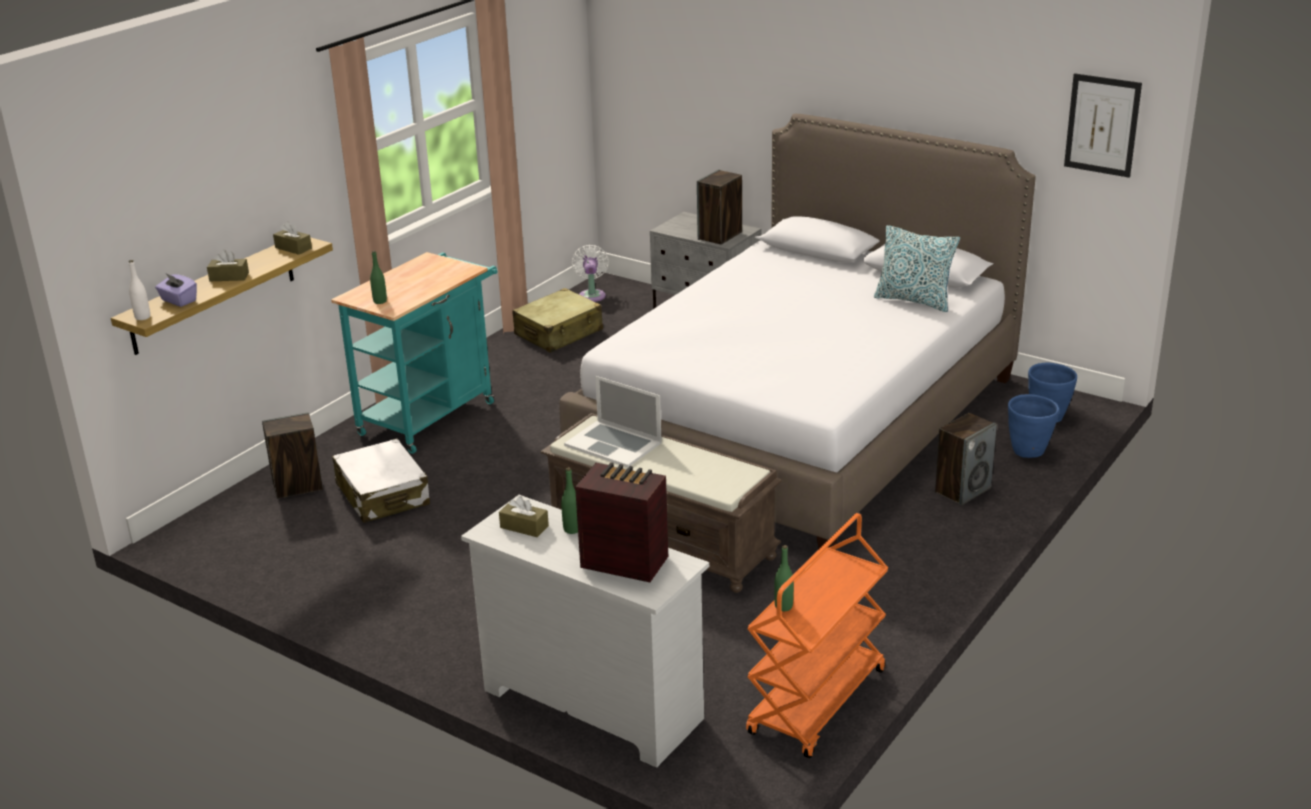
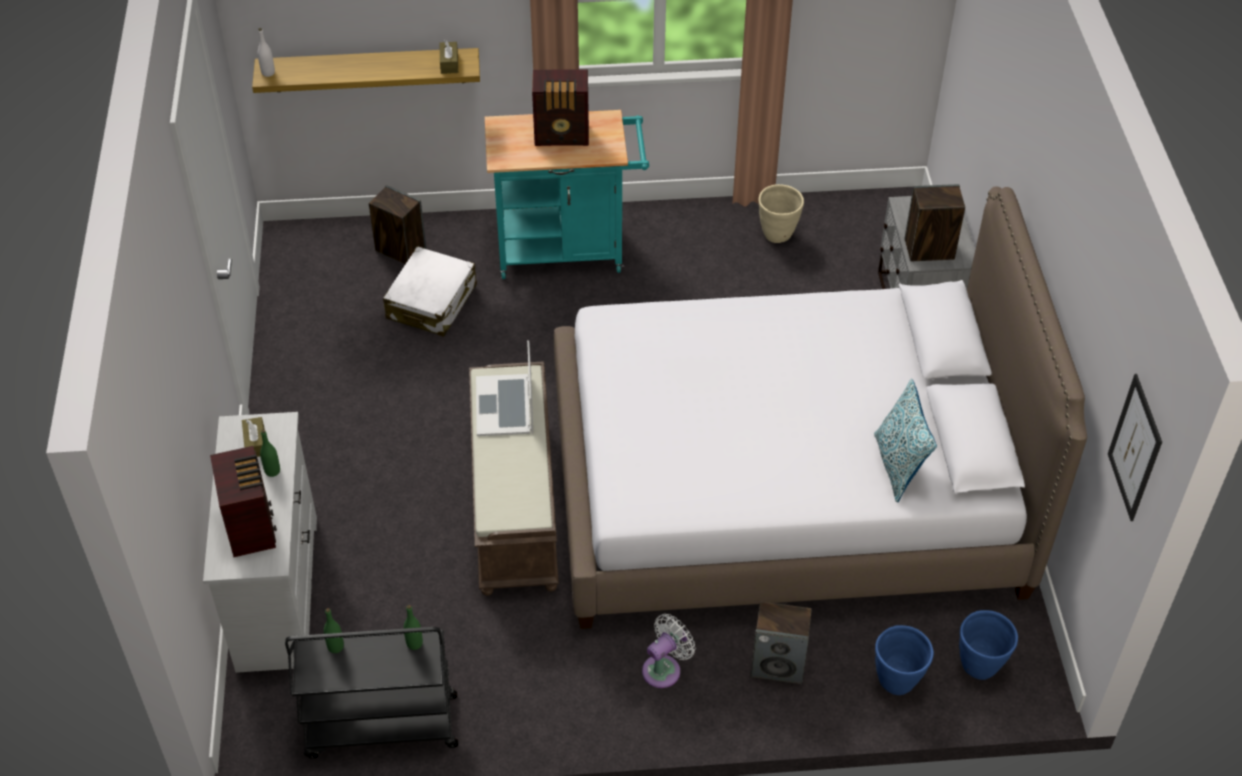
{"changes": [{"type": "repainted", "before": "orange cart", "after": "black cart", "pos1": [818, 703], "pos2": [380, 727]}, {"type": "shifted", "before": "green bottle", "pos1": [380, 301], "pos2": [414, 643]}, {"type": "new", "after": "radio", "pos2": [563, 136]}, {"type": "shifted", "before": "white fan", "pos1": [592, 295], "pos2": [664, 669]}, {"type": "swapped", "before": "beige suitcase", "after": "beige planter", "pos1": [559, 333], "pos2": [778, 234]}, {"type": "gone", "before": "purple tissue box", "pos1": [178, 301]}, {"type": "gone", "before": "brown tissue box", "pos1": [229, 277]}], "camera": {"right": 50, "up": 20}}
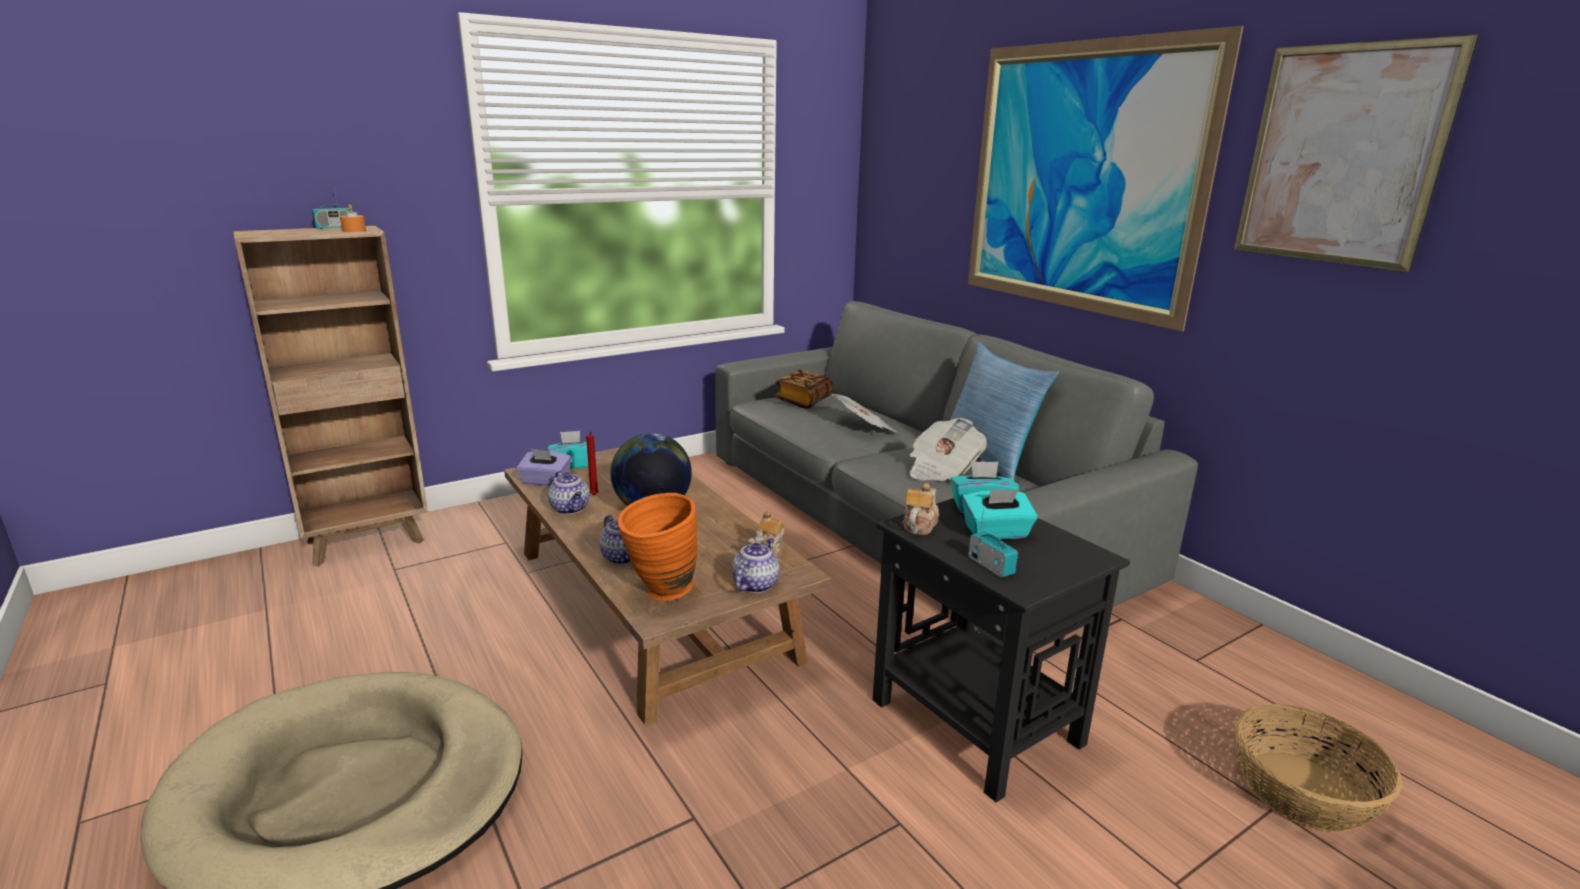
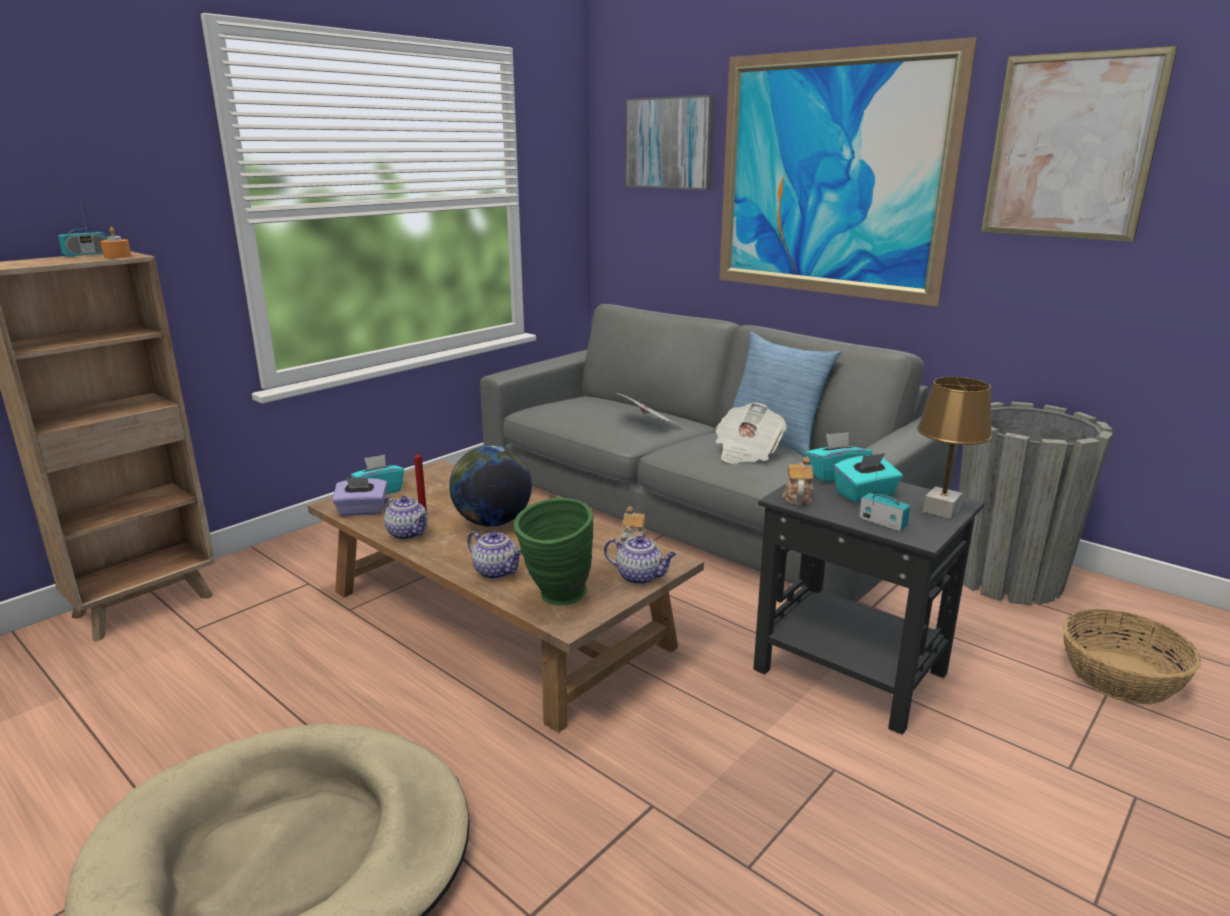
{"changes": [{"type": "repainted", "before": "orange vase", "after": "green vase", "pos1": [660, 593], "pos2": [556, 599]}, {"type": "rotated", "before": "teapot", "pos1": [755, 584], "pos2": [640, 577], "turn": 105}, {"type": "new", "after": "picture", "pos2": [669, 143]}, {"type": "new", "after": "brown table lamp", "pos2": [941, 510]}, {"type": "new", "after": "grey planter", "pos2": [1006, 578]}, {"type": "gone", "before": "book", "pos1": [803, 400]}], "camera": {"right": -15, "up": 0}}
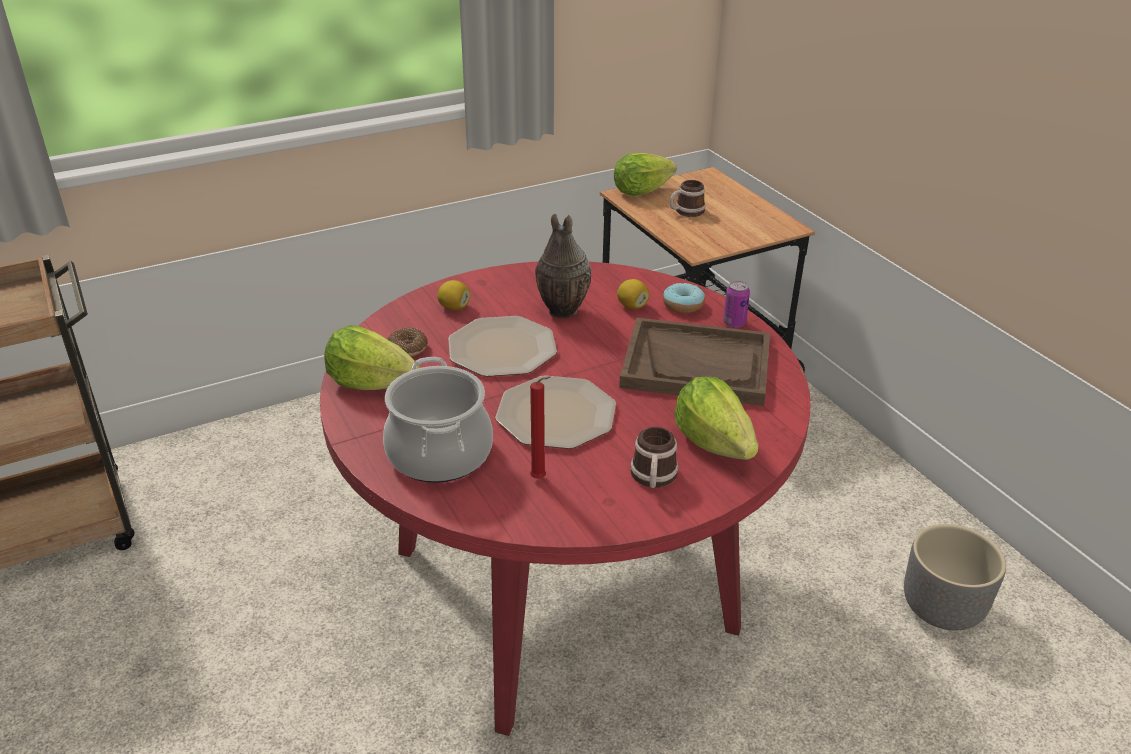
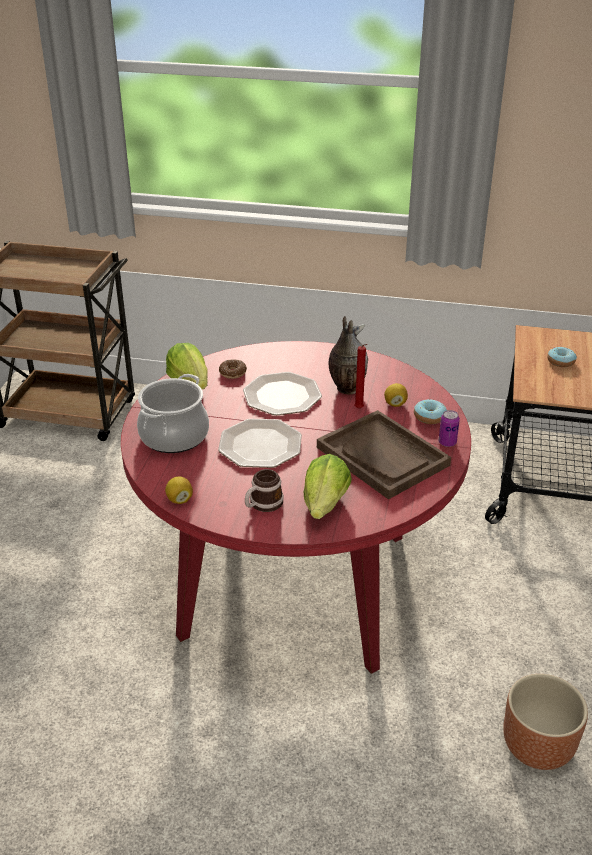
{"changes": [{"type": "shifted", "before": "lemon", "pos1": [454, 307], "pos2": [179, 499]}, {"type": "shifted", "before": "red candle", "pos1": [540, 479], "pos2": [359, 409]}, {"type": "repainted", "before": "grey planter", "after": "brown planter", "pos1": [943, 609], "pos2": [538, 747]}, {"type": "swapped", "before": "mug", "after": "donut", "pos1": [686, 212], "pos2": [561, 362]}, {"type": "gone", "before": "lettuce", "pos1": [640, 191]}], "camera": {"right": 40, "up": 0}}
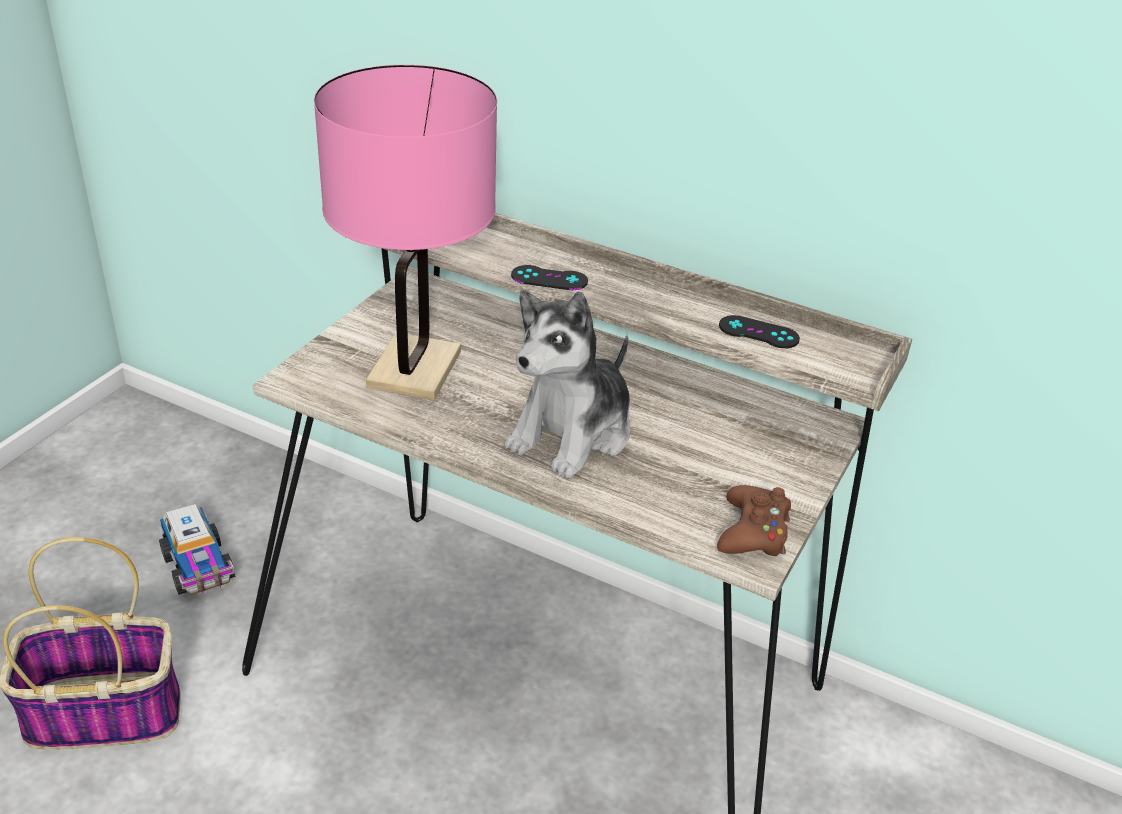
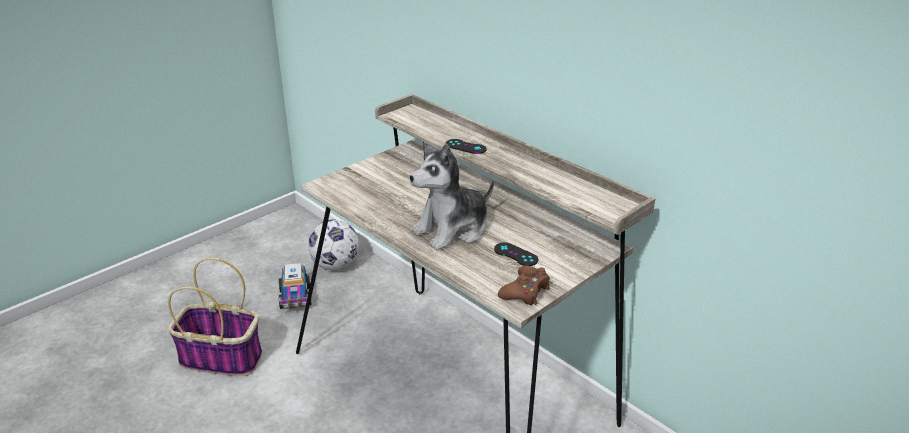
{"changes": [{"type": "new", "after": "football", "pos2": [335, 265]}, {"type": "shifted", "before": "black game controller", "pos1": [758, 332], "pos2": [516, 254]}, {"type": "gone", "before": "pink table lamp", "pos1": [414, 369]}], "camera": {"right": 20, "up": -5}}
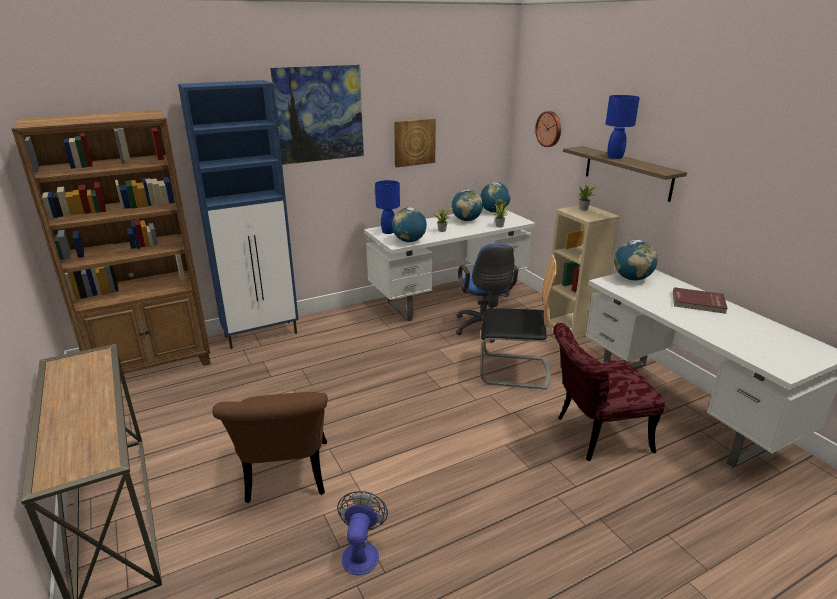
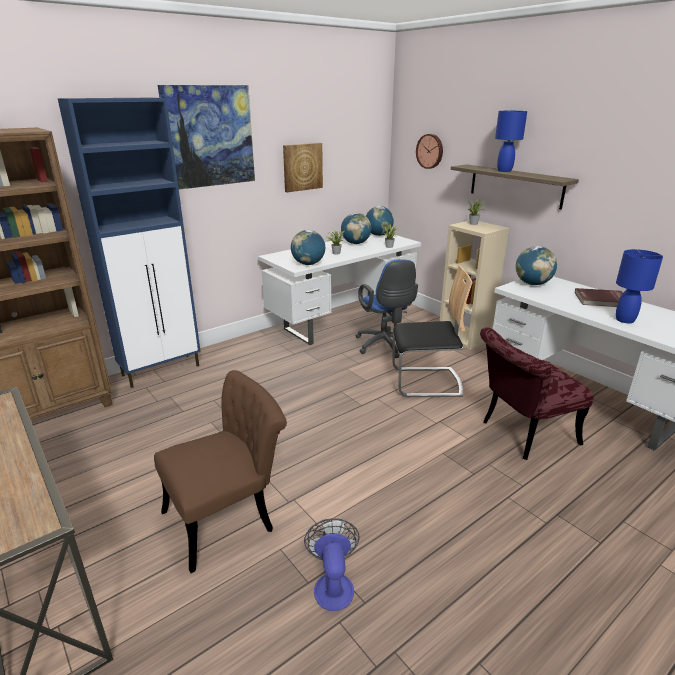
{"changes": [{"type": "rotated", "before": "brown chair", "pos1": [286, 479], "pos2": [229, 516], "turn": -105}, {"type": "shifted", "before": "blue table lamp", "pos1": [388, 232], "pos2": [624, 320]}], "camera": {"right": -10, "up": 0}}
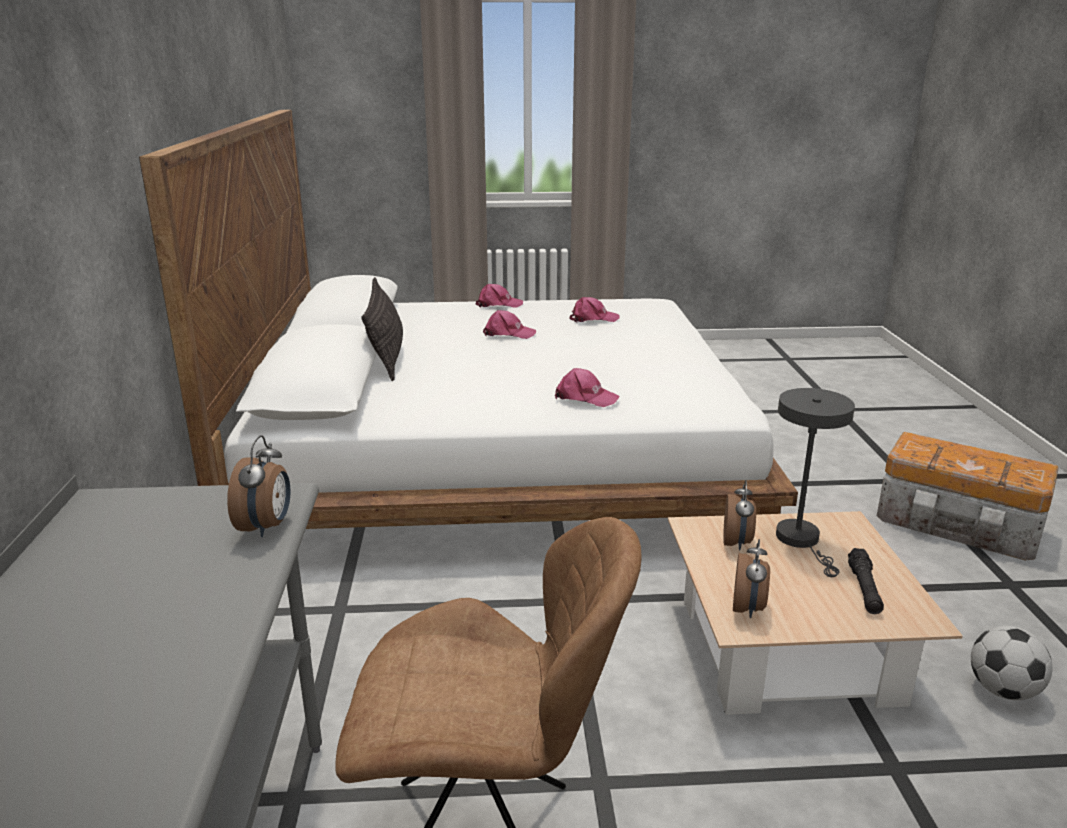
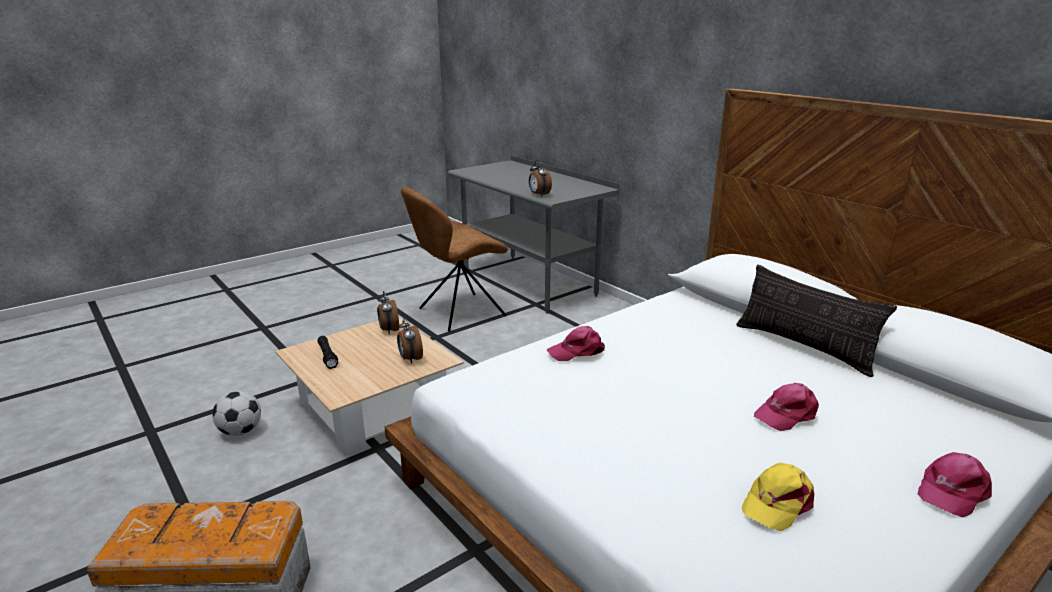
{"changes": [{"type": "repainted", "before": "pink cap", "after": "yellow cap", "pos1": [593, 319], "pos2": [777, 503]}, {"type": "gone", "before": "grey table lamp", "pos1": [802, 540]}], "camera": {"right": 145, "up": 0}}
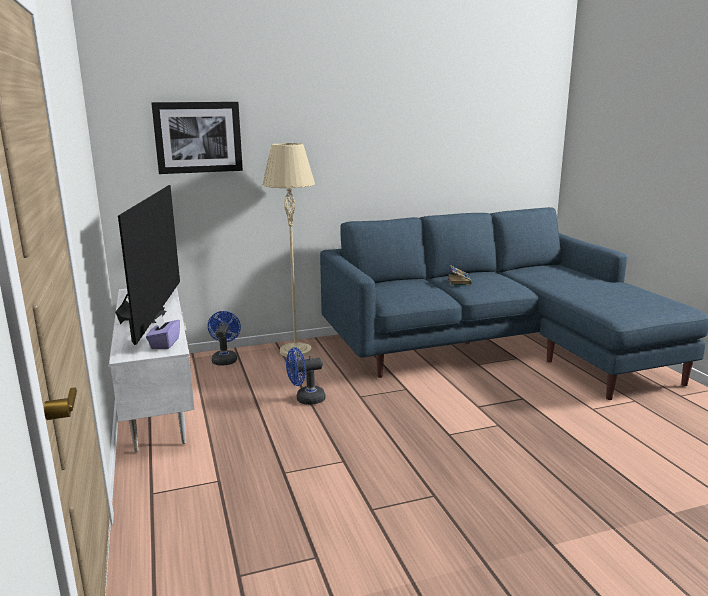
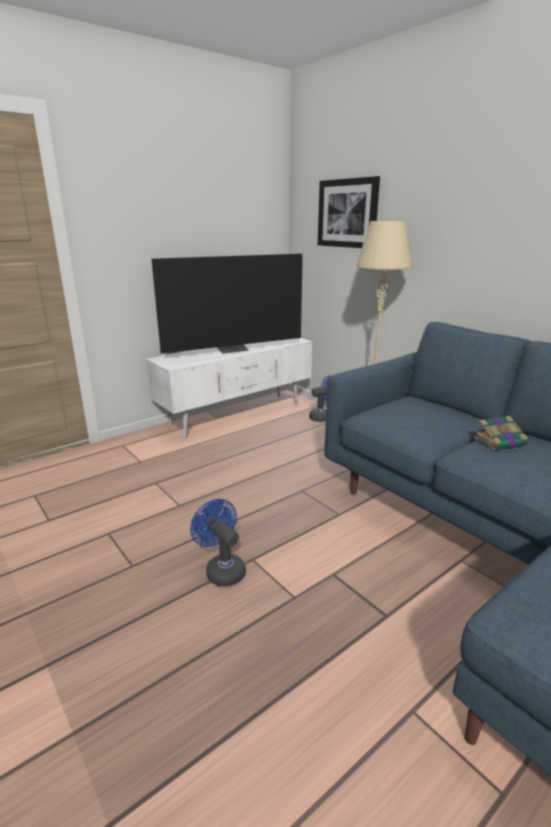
{"changes": [{"type": "shifted", "before": "blue fan", "pos1": [305, 399], "pos2": [222, 569]}, {"type": "gone", "before": "purple tissue box", "pos1": [164, 344]}], "camera": {"right": 70, "up": 5}}
